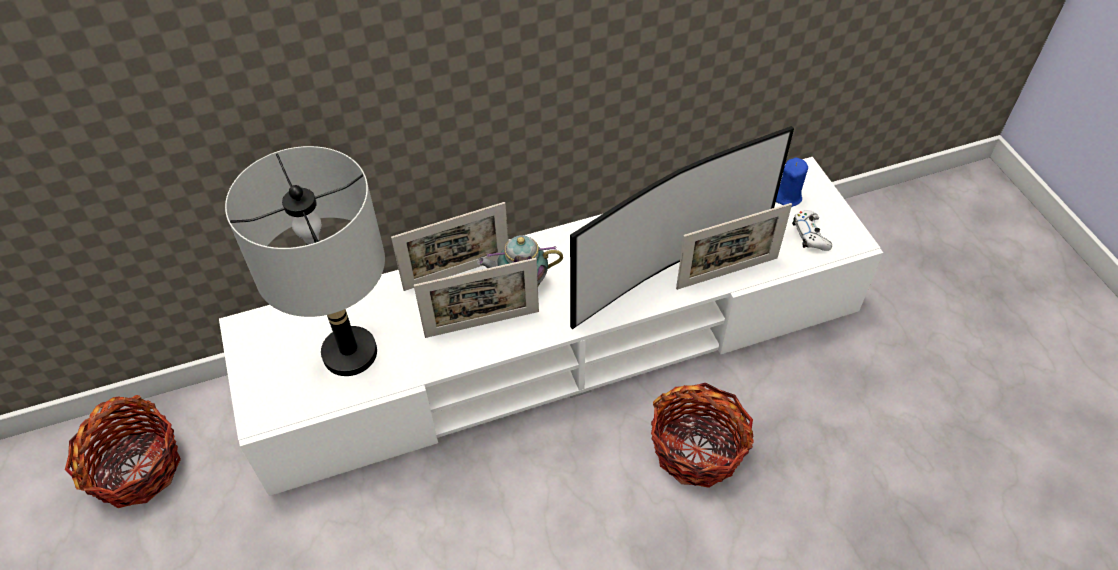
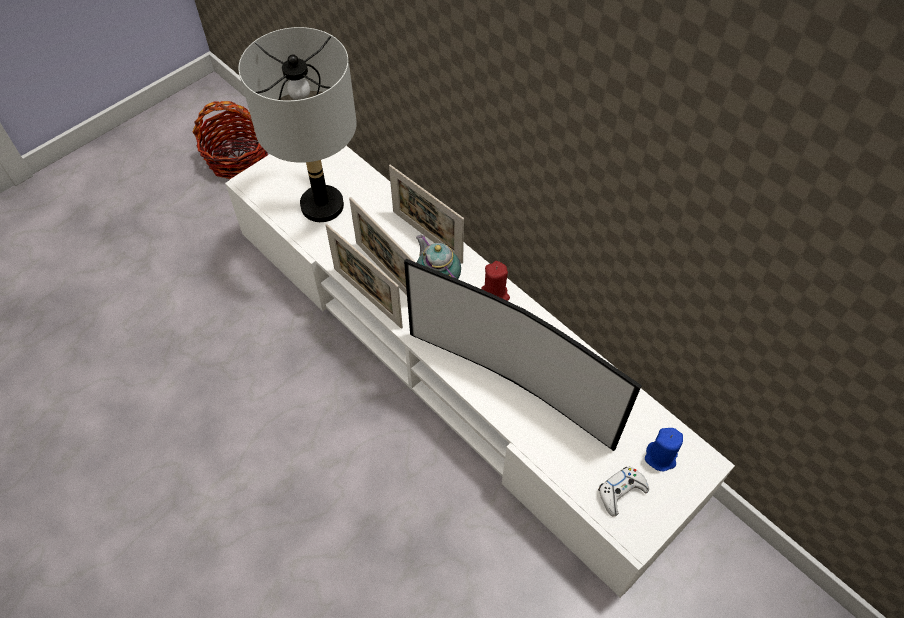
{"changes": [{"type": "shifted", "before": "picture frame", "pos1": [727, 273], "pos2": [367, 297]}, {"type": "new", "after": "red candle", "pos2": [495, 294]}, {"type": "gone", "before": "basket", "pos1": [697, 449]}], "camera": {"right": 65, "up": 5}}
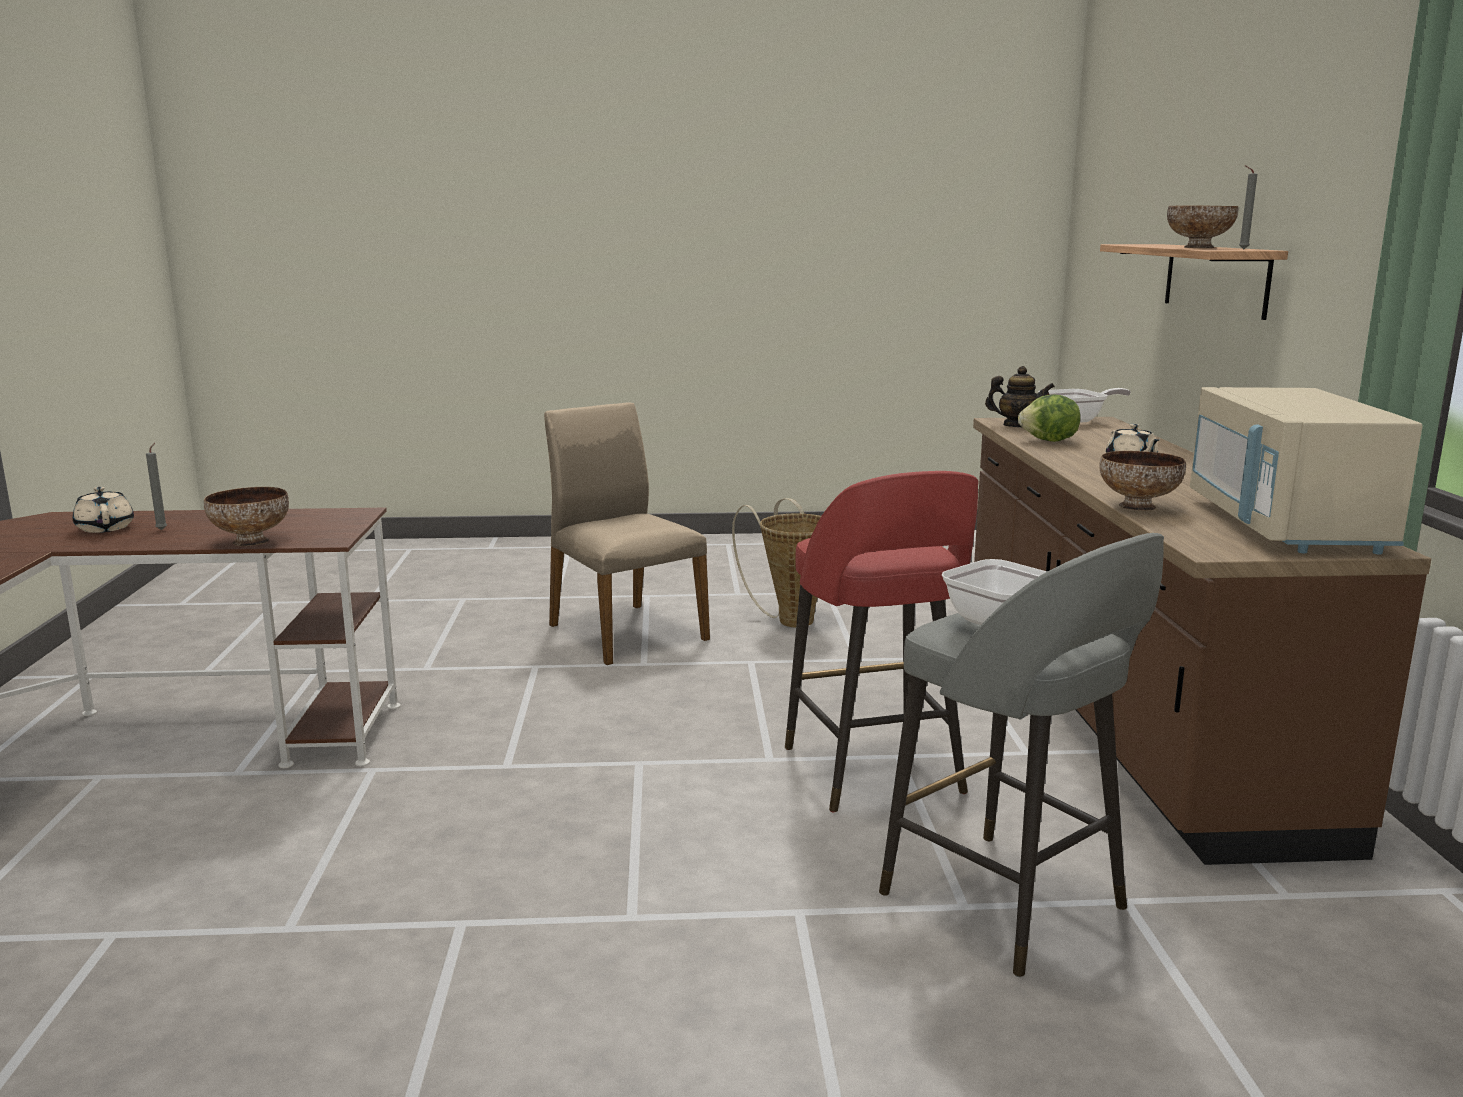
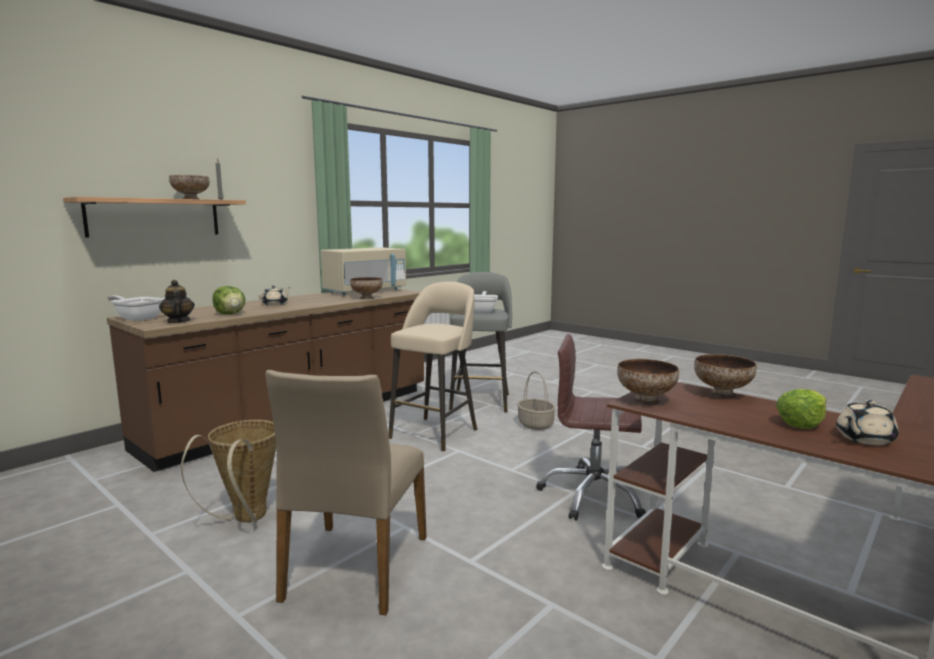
{"changes": [{"type": "repainted", "before": "red stool", "after": "beige stool", "pos1": [874, 773], "pos2": [435, 433]}, {"type": "new", "after": "basket", "pos2": [535, 424]}, {"type": "new", "after": "brown office chair", "pos2": [593, 495]}, {"type": "new", "after": "bowl", "pos2": [645, 400]}, {"type": "swapped", "before": "grey candle", "after": "lettuce", "pos1": [163, 529], "pos2": [801, 423]}, {"type": "rotated", "before": "beige teapot", "pos1": [105, 528], "pos2": [863, 439], "turn": 45}], "camera": {"right": -135, "up": -5}}
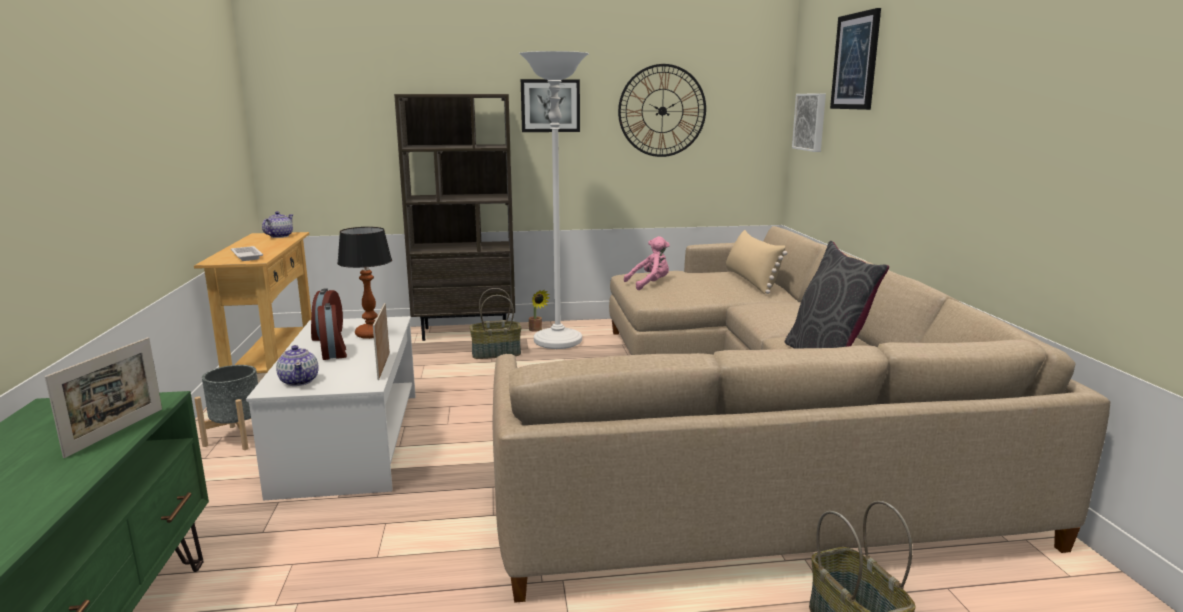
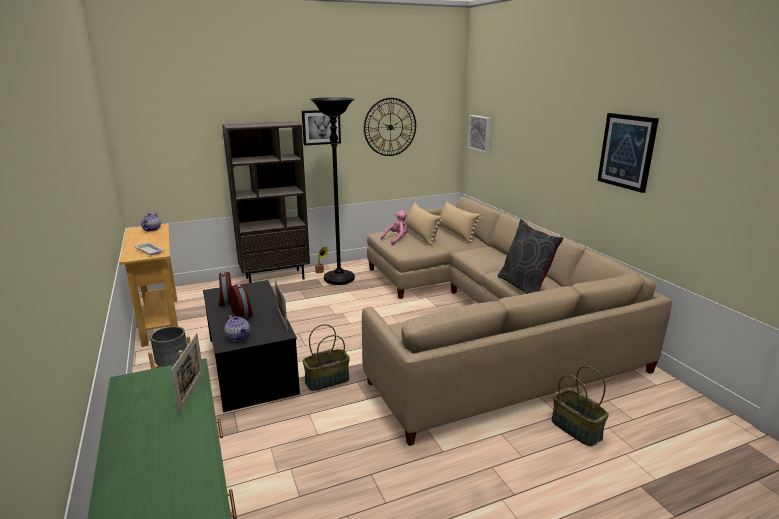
{"changes": [{"type": "repainted", "before": "white coffee table", "after": "black coffee table", "pos1": [350, 441], "pos2": [251, 365]}, {"type": "shifted", "before": "basket", "pos1": [496, 354], "pos2": [327, 381]}, {"type": "repainted", "before": "white floor lamp", "after": "black floor lamp", "pos1": [558, 342], "pos2": [339, 279]}, {"type": "new", "after": "beige pillow", "pos2": [421, 235]}, {"type": "shifted", "before": "picture", "pos1": [856, 61], "pos2": [627, 151]}, {"type": "gone", "before": "table lamp", "pos1": [371, 334]}], "camera": {"right": -15, "up": 5}}
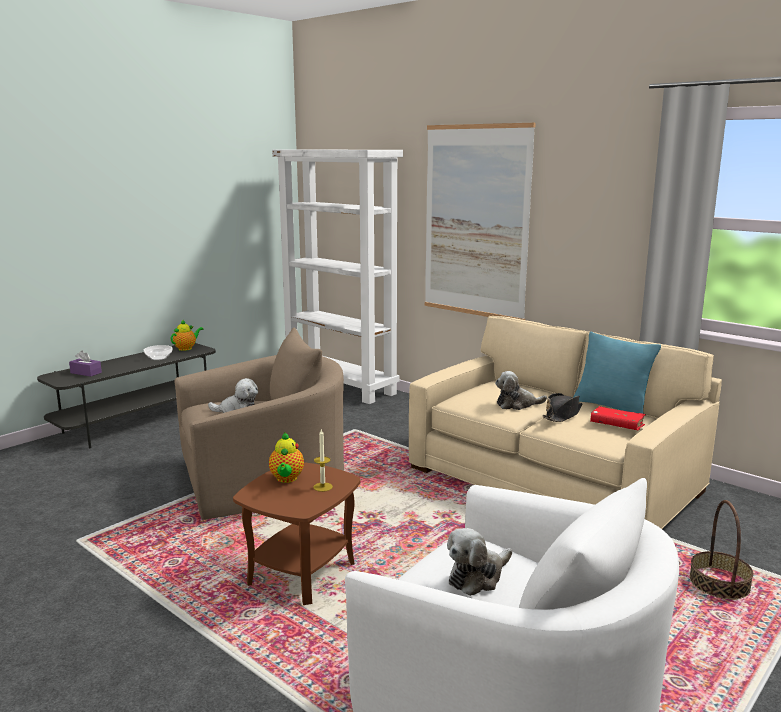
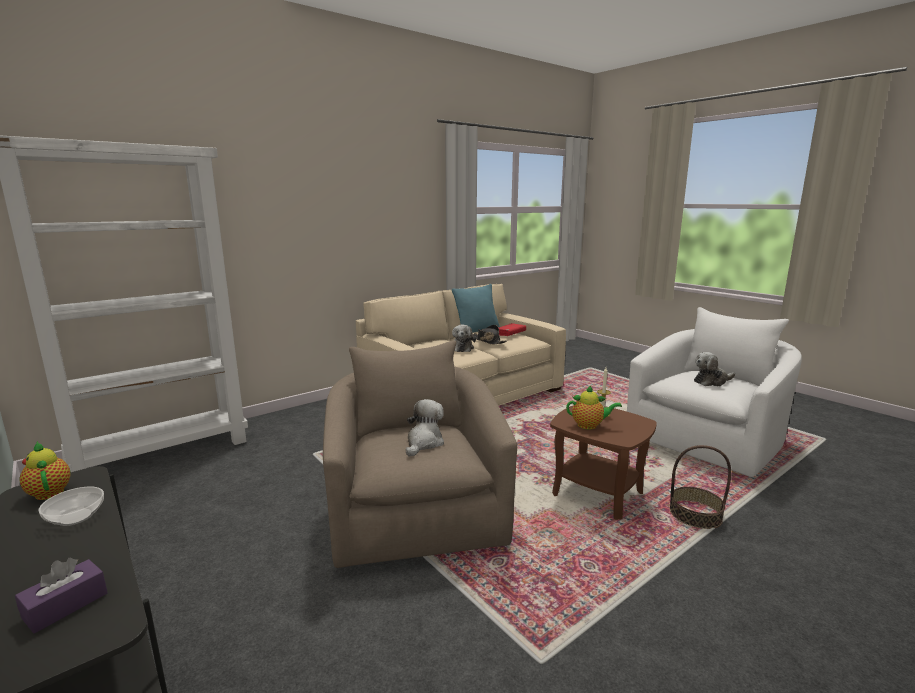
{"changes": [{"type": "shifted", "before": "basket", "pos1": [719, 583], "pos2": [695, 514]}, {"type": "rotated", "before": "plush toy", "pos1": [477, 577], "pos2": [711, 381], "turn": 105}, {"type": "gone", "before": "picture", "pos1": [476, 222]}], "camera": {"right": -80, "up": 0}}
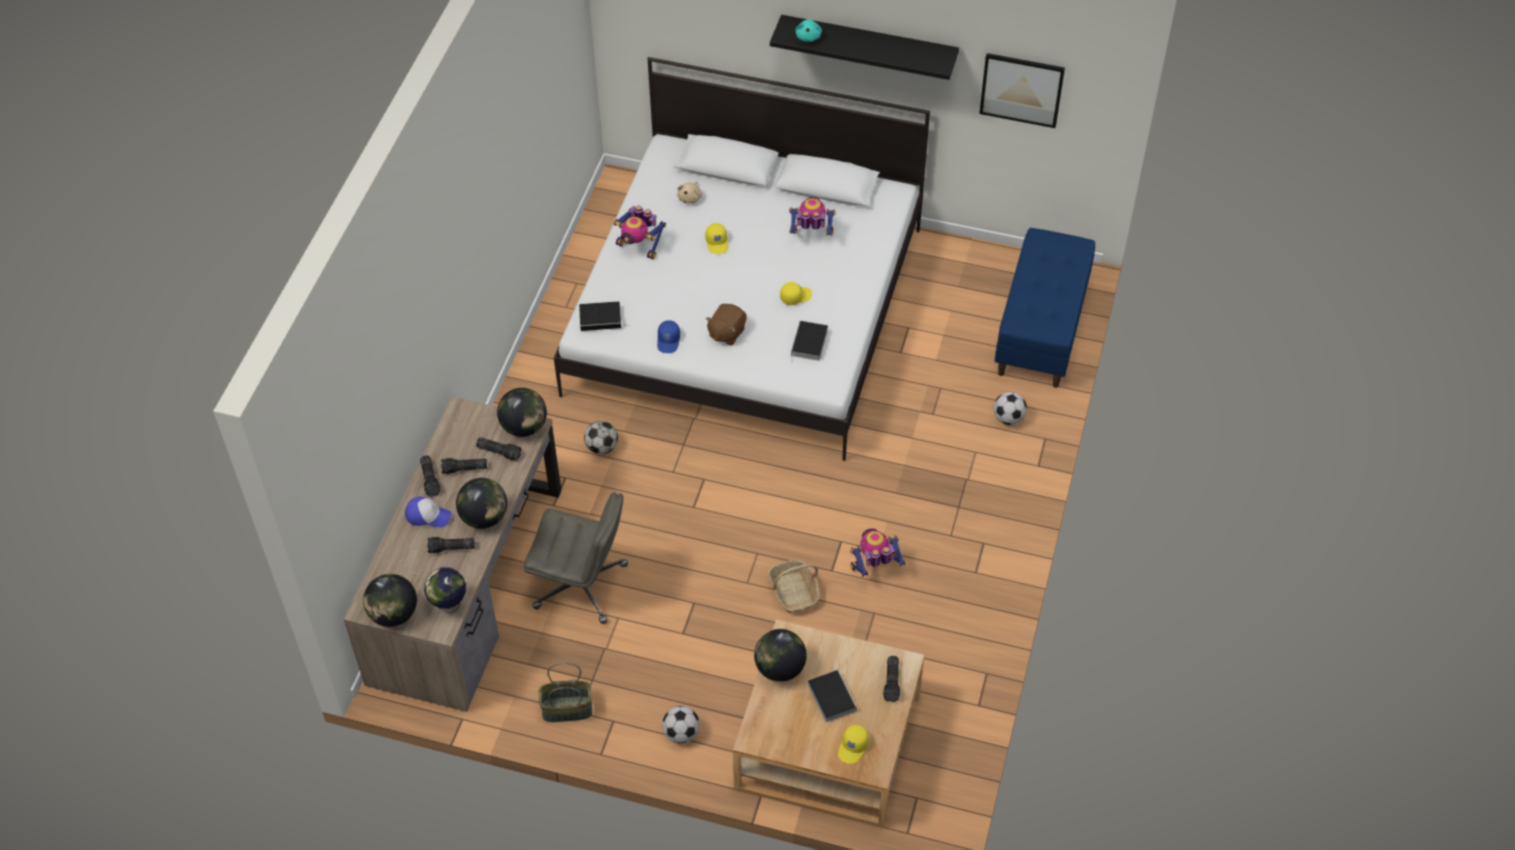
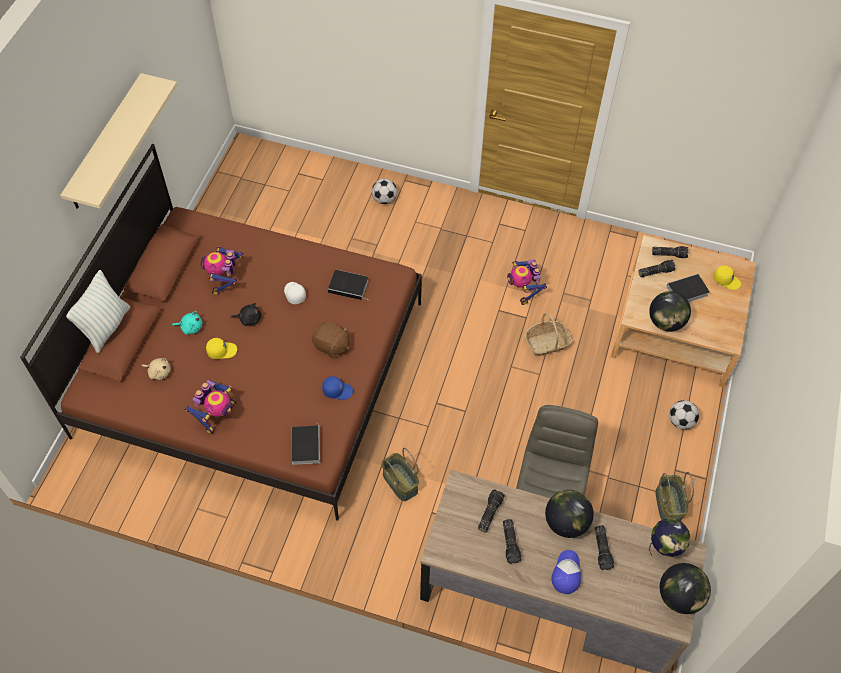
{"changes": [{"type": "repainted", "before": "white bed", "after": "brown bed", "pos1": [745, 310], "pos2": [252, 368]}, {"type": "repainted", "before": "black shelf", "after": "beige shelf", "pos1": [868, 44], "pos2": [106, 143]}, {"type": "new", "after": "pillow", "pos2": [107, 327]}, {"type": "shifted", "before": "turquoise plush toy", "pos1": [808, 36], "pos2": [190, 327]}, {"type": "new", "after": "black plush toy", "pos2": [249, 319]}, {"type": "repainted", "before": "yellow cap", "after": "white cap", "pos1": [795, 296], "pos2": [294, 294]}, {"type": "swapped", "before": "football", "after": "basket", "pos1": [602, 447], "pos2": [399, 482]}, {"type": "shifted", "before": "flashlight", "pos1": [431, 479], "pos2": [655, 271]}, {"type": "gone", "before": "globe", "pos1": [524, 427]}, {"type": "gone", "before": "picture", "pos1": [1021, 89]}, {"type": "gone", "before": "blue bench", "pos1": [1041, 330]}], "camera": {"right": -90, "up": 5}}
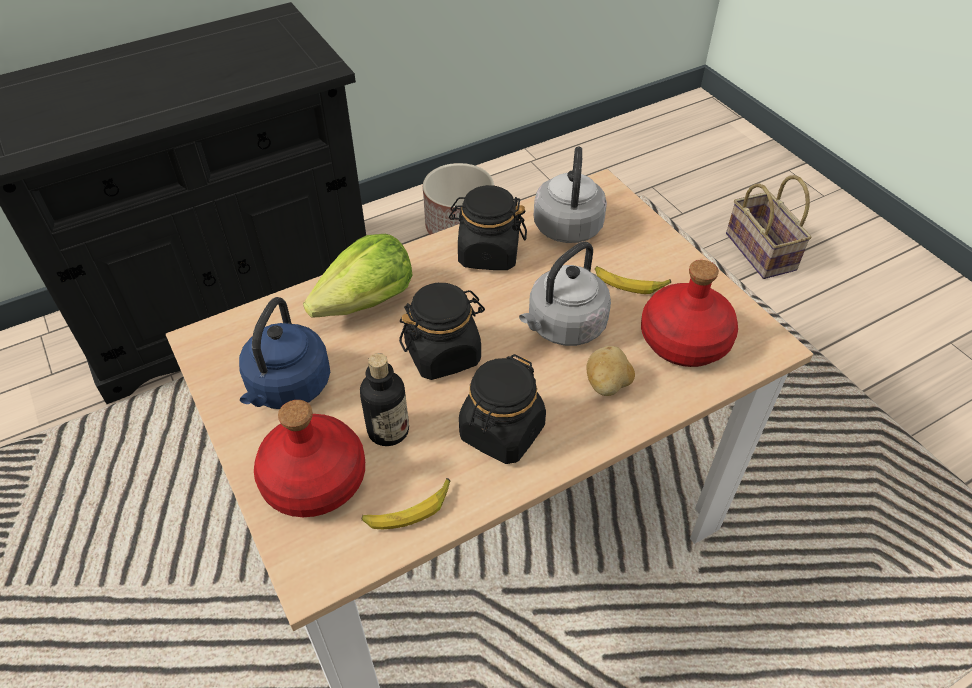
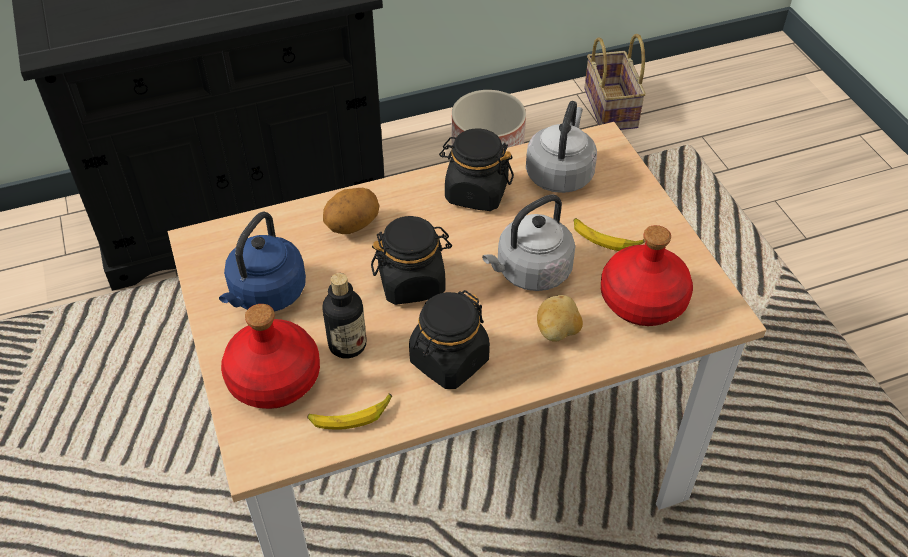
{"changes": [{"type": "swapped", "before": "lettuce", "after": "potato", "pos1": [367, 302], "pos2": [352, 225]}, {"type": "shifted", "before": "basket", "pos1": [763, 252], "pos2": [612, 109]}], "camera": {"right": 10, "up": 0}}
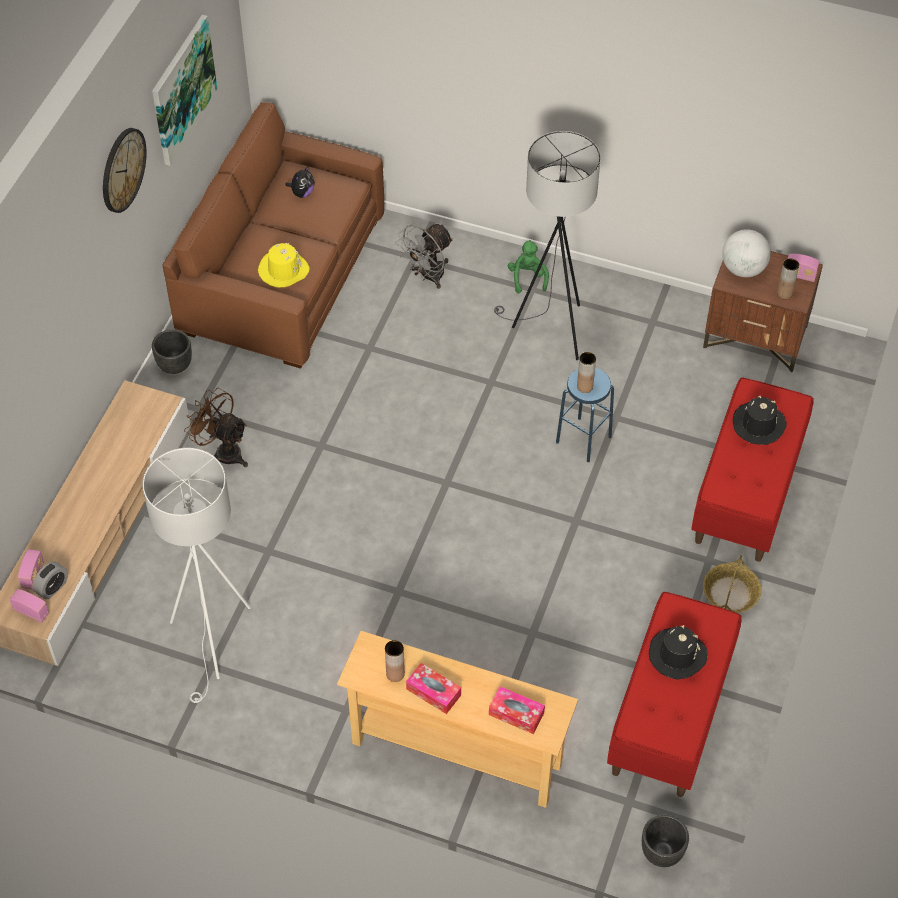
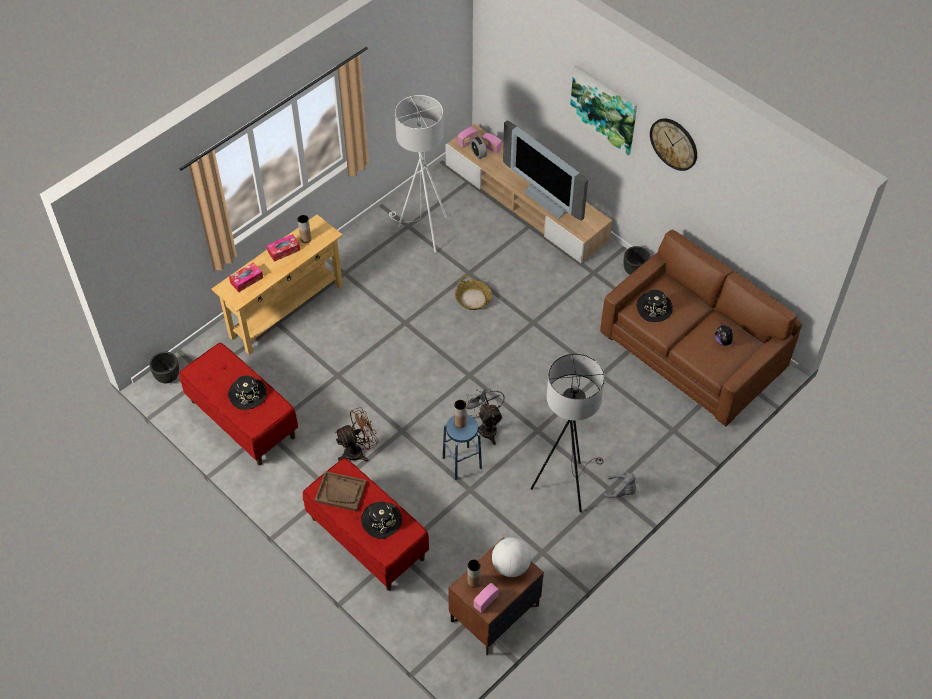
{"changes": [{"type": "new", "after": "brown tray", "pos2": [341, 492]}, {"type": "shifted", "before": "brown fan", "pos1": [223, 451], "pos2": [358, 451]}, {"type": "shifted", "before": "basket", "pos1": [730, 594], "pos2": [473, 299]}, {"type": "shifted", "before": "grey fan", "pos1": [427, 276], "pos2": [486, 427]}, {"type": "new", "after": "television", "pos2": [550, 199]}, {"type": "shifted", "before": "picture", "pos1": [182, 89], "pos2": [604, 109]}, {"type": "repainted", "before": "green plush toy", "after": "grey plush toy", "pos1": [527, 278], "pos2": [621, 491]}, {"type": "repainted", "before": "yellow hat", "after": "black hat", "pos1": [283, 270], "pos2": [654, 308]}], "camera": {"right": 115, "up": 0}}
